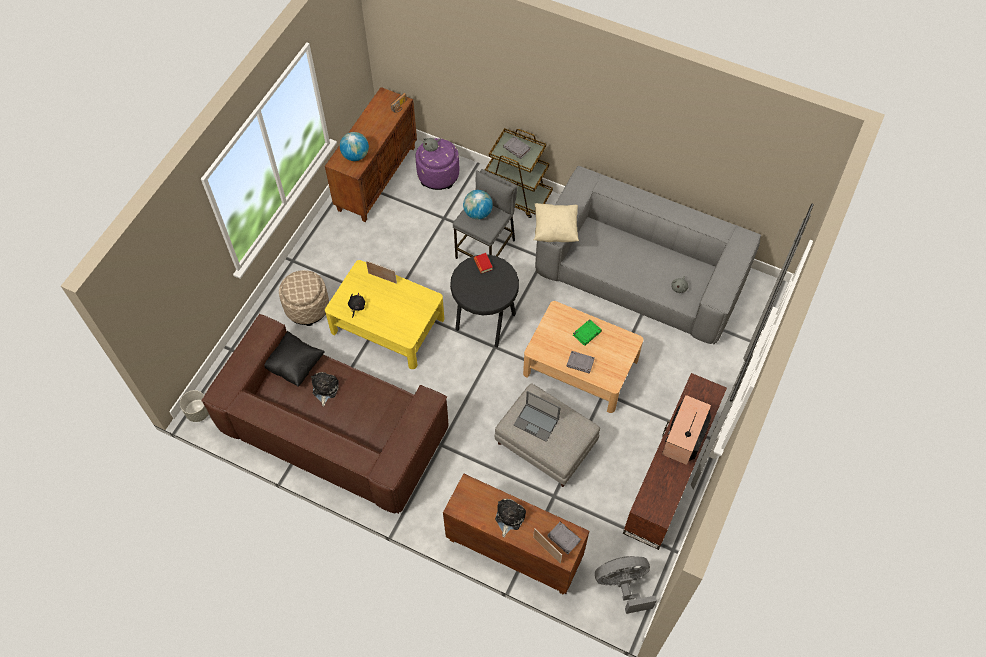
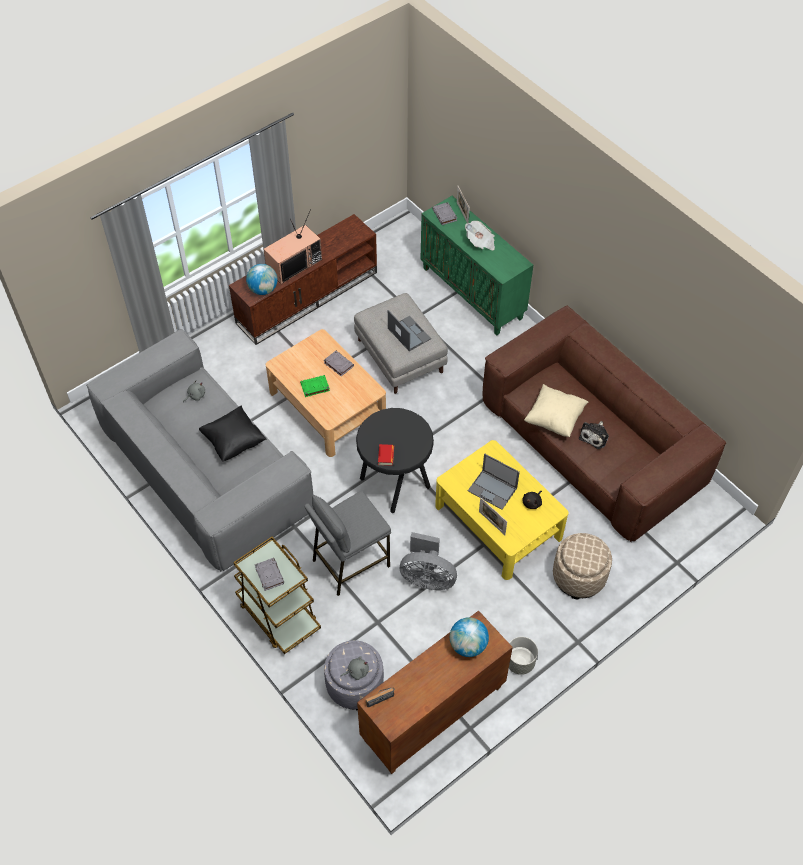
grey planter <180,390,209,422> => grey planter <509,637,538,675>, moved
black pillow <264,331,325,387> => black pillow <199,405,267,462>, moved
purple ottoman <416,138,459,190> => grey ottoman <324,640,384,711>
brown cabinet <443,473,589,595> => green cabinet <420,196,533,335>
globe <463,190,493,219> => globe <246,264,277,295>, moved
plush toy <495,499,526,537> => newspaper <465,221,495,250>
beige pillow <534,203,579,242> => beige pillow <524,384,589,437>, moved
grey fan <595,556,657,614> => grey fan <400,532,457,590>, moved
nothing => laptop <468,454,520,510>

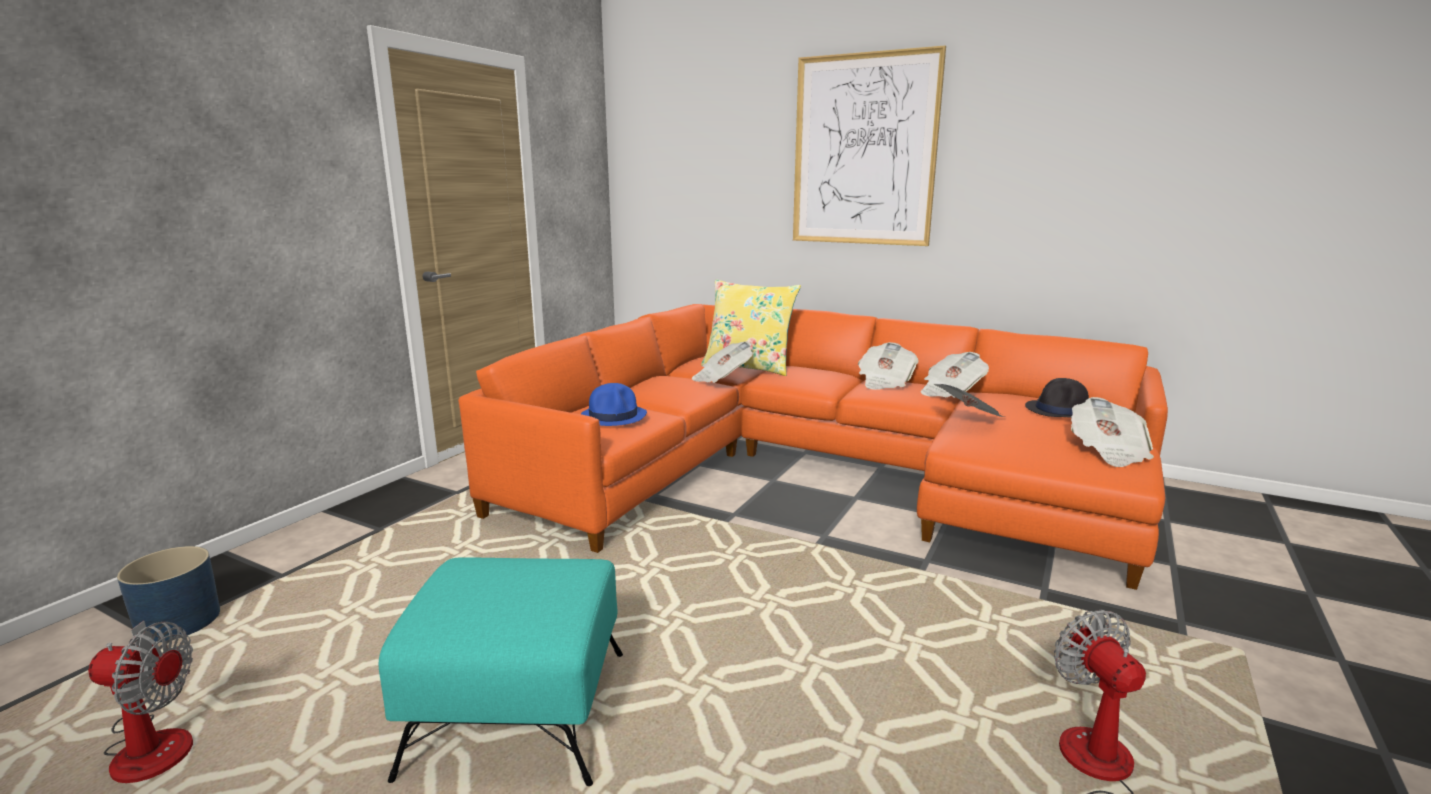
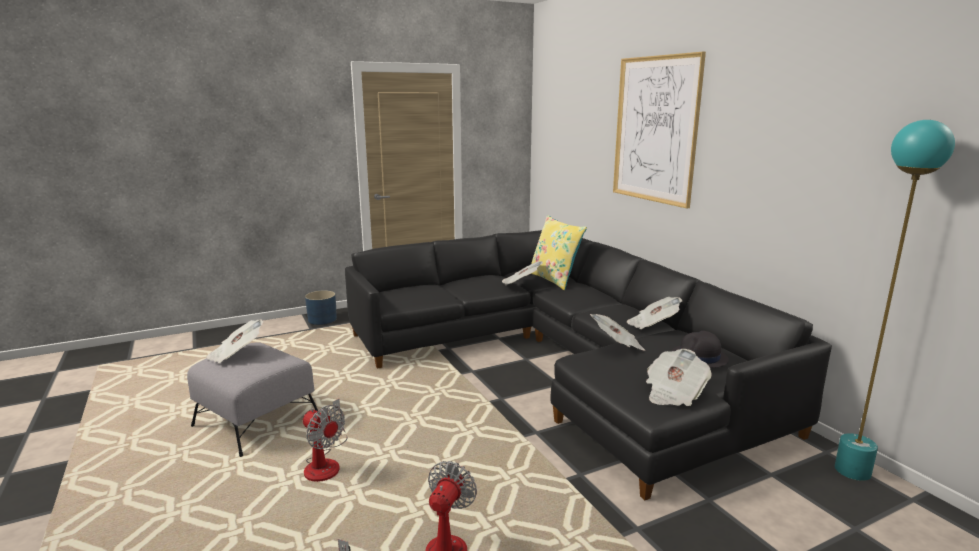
fan <88,621,193,783> => fan <303,399,348,482>, moved
blue planter <117,546,220,642> => blue planter <305,290,337,325>, moved
turquoise ottoman <379,557,623,786> => grey ottoman <187,342,318,457>
orange sofa <458,304,1168,590> => black sofa <345,230,832,500>
blue hat <581,383,647,426> => nothing
newspaper <858,342,919,390> => newspaper <206,320,264,363>, moved
nothing => turquoise floor lamp <835,120,955,481>

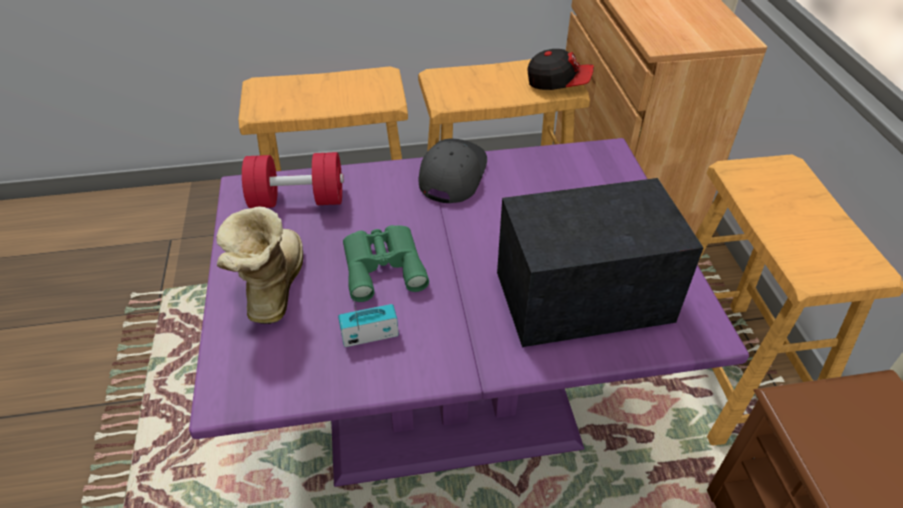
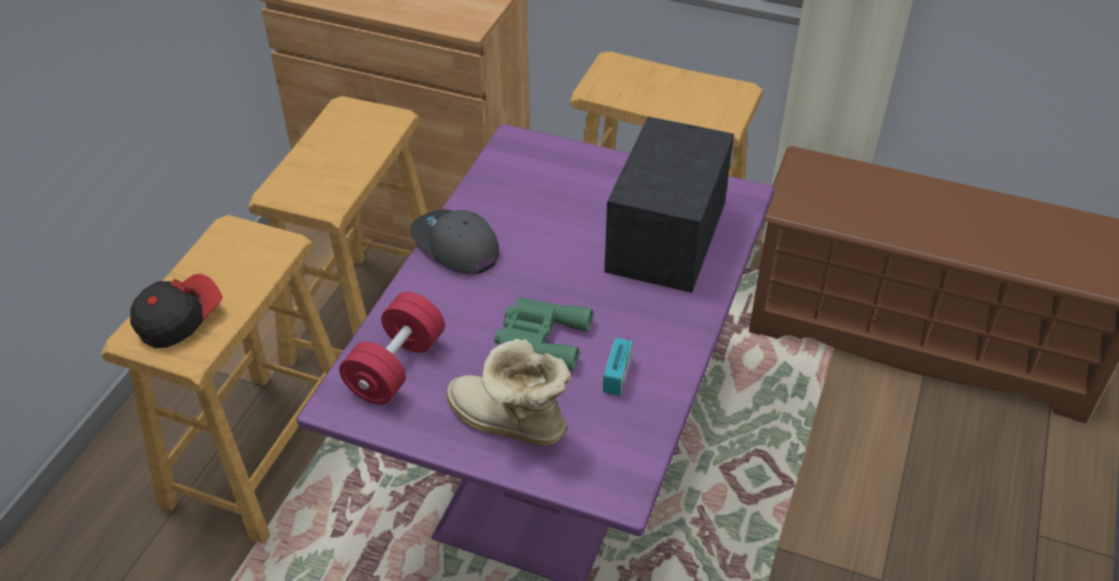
cap <528,49,594,90> => cap <130,274,222,348>, moved

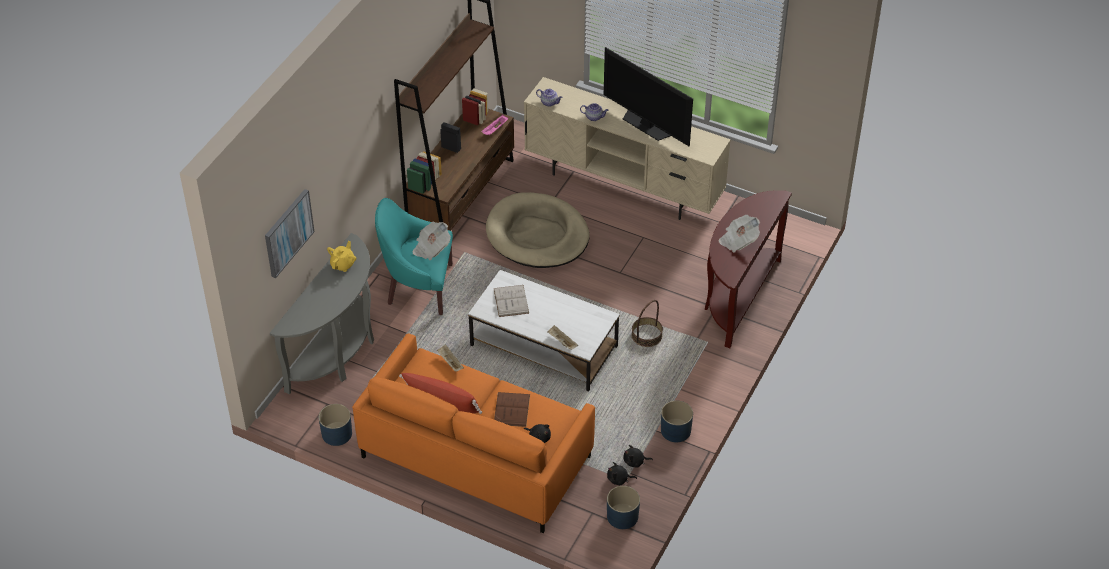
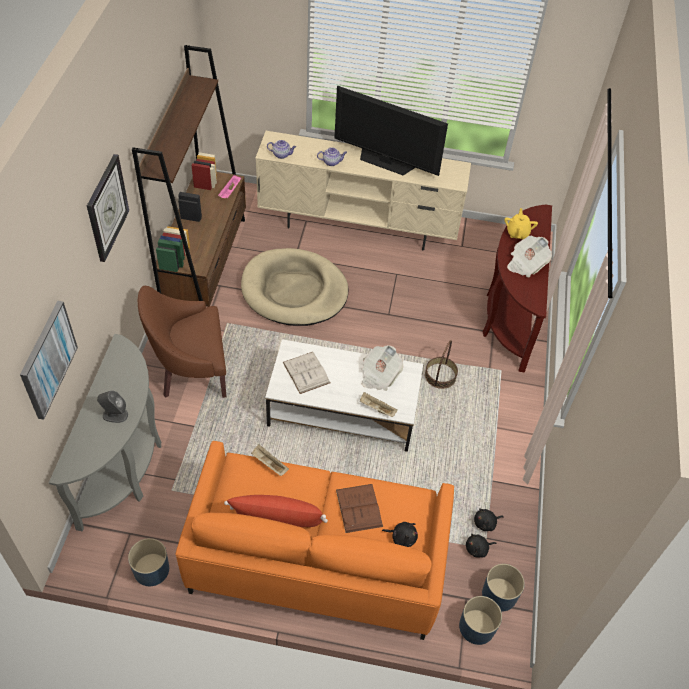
yellow teapot <327,241,356,272> => yellow teapot <504,208,538,239>, moved
turquoise armchair <375,198,453,315> => brown armchair <138,286,226,398>
newspaper <413,222,451,260> => newspaper <362,345,403,391>, moved
blue planter <661,400,693,442> => blue planter <459,596,502,645>, moved
nothing => wall clock <87,154,129,262>
nothing => grey speaker <97,390,128,423>

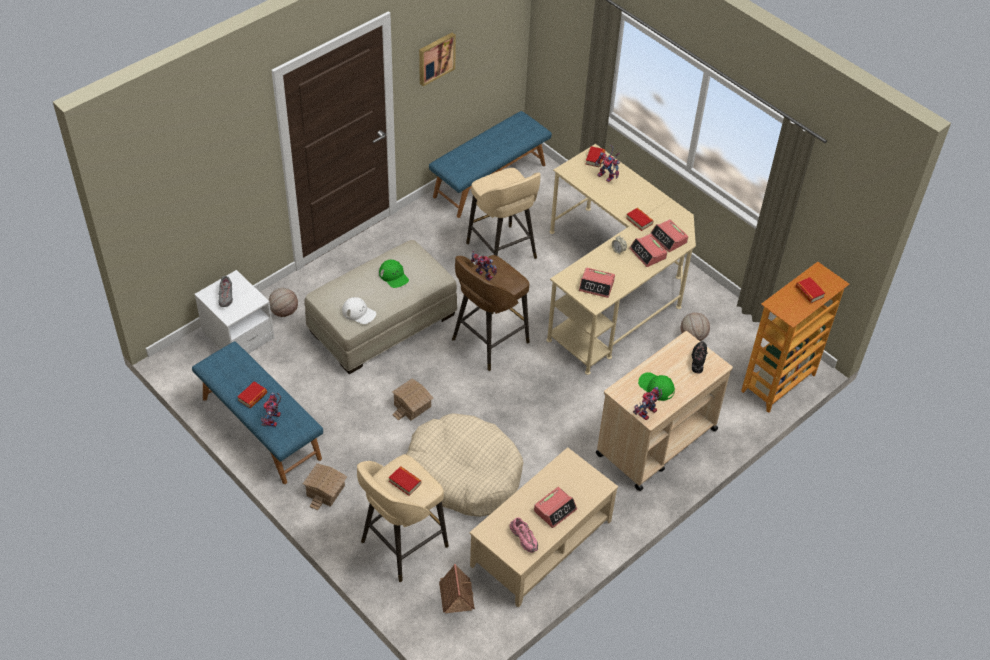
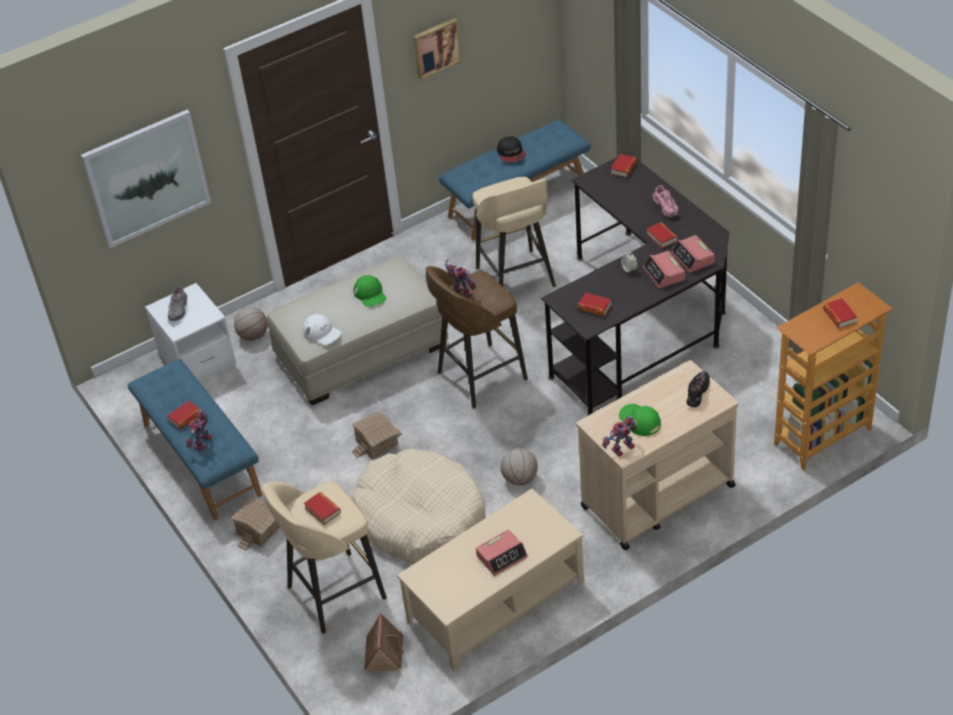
pink shoe <510,517,538,553> => pink shoe <653,185,679,217>, moved
beige desk <546,144,696,375> => black desk <541,152,730,416>
alarm clock <579,267,615,298> => book <578,293,611,316>
toy robot <595,145,620,182> => nothing
basketball <681,313,710,341> => basketball <501,448,538,485>, moved
nothing => picture <81,110,211,248>
nothing => cap <497,136,526,162>

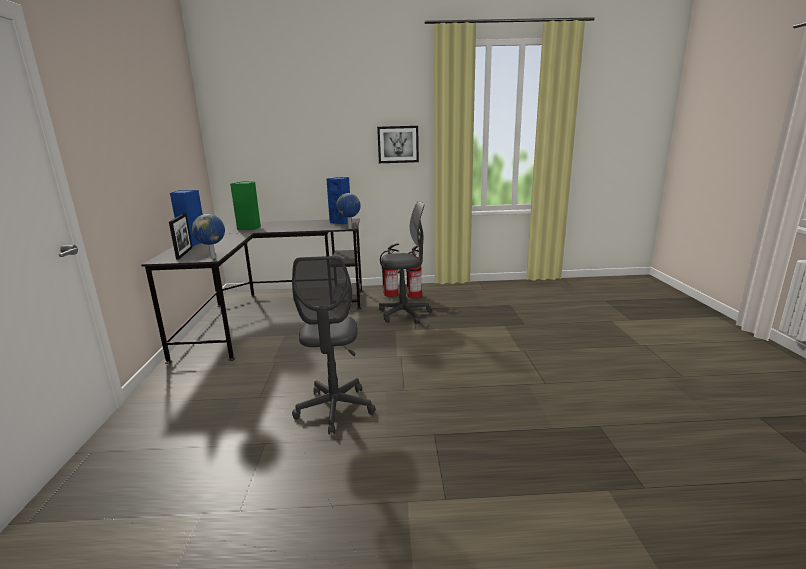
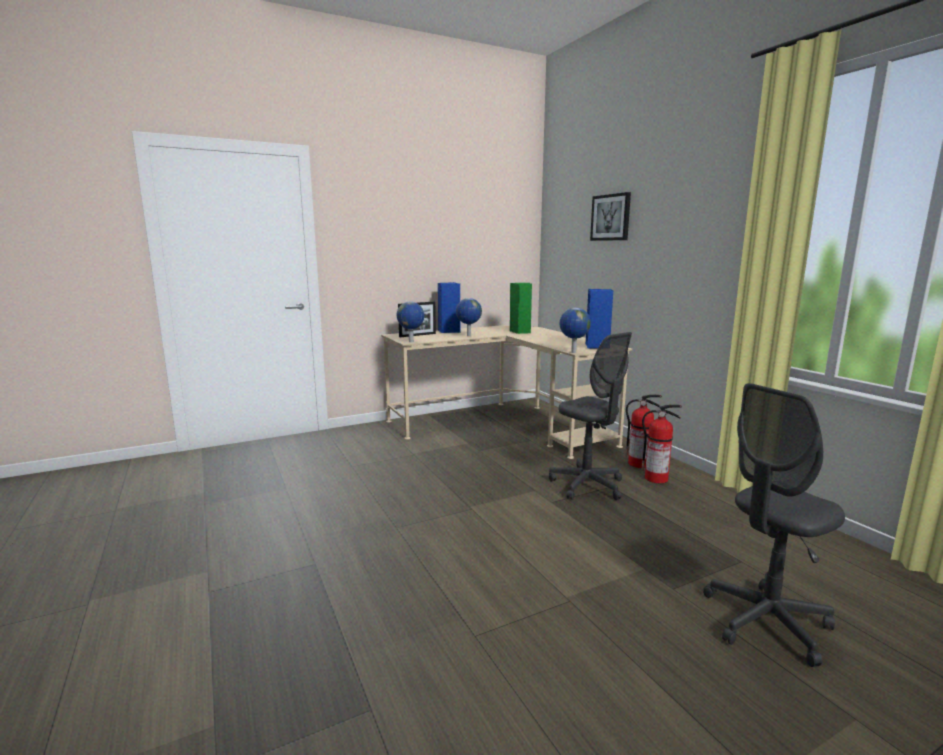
black desk <141,219,363,364> => beige desk <381,325,632,459>
grey office chair <292,256,376,435> => grey office chair <703,383,845,667>, moved
picture <377,126,419,163> => picture <590,192,631,241>, moved
nothing => globe <456,298,482,336>

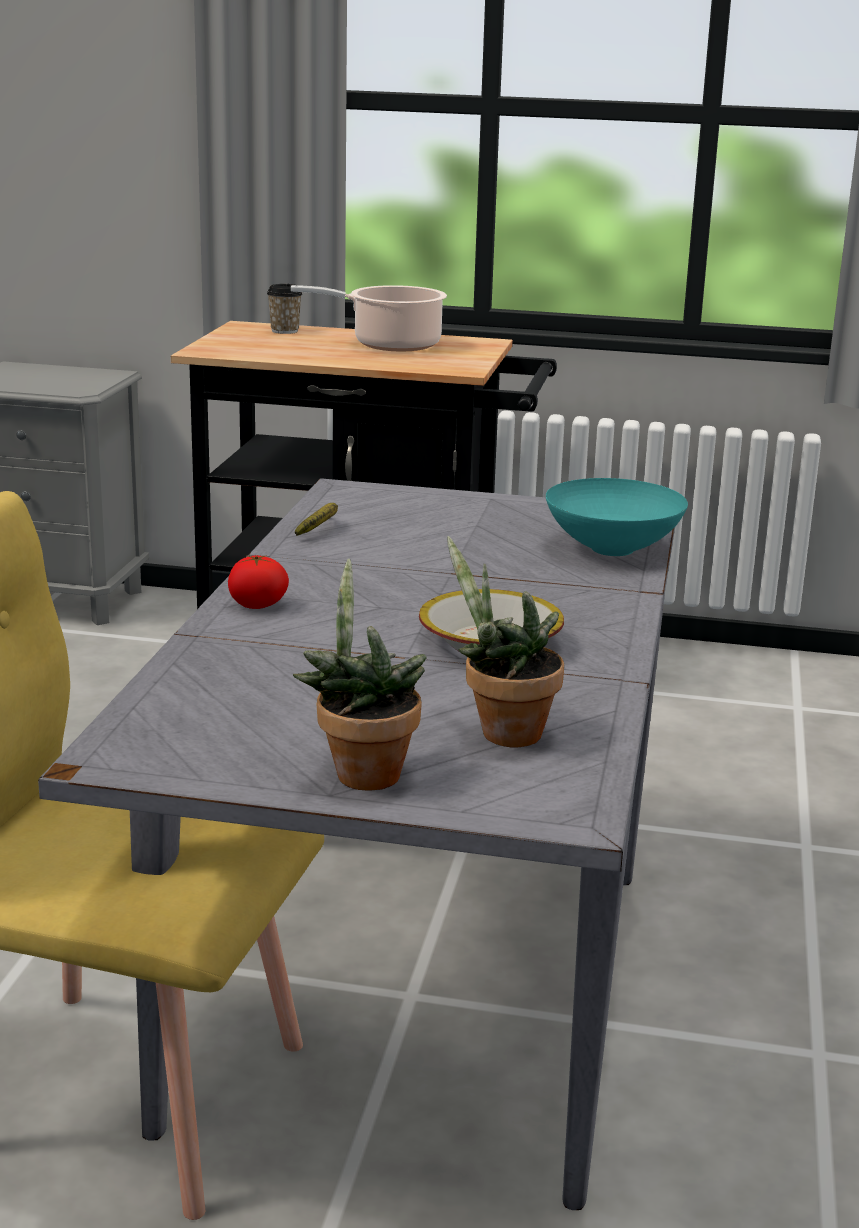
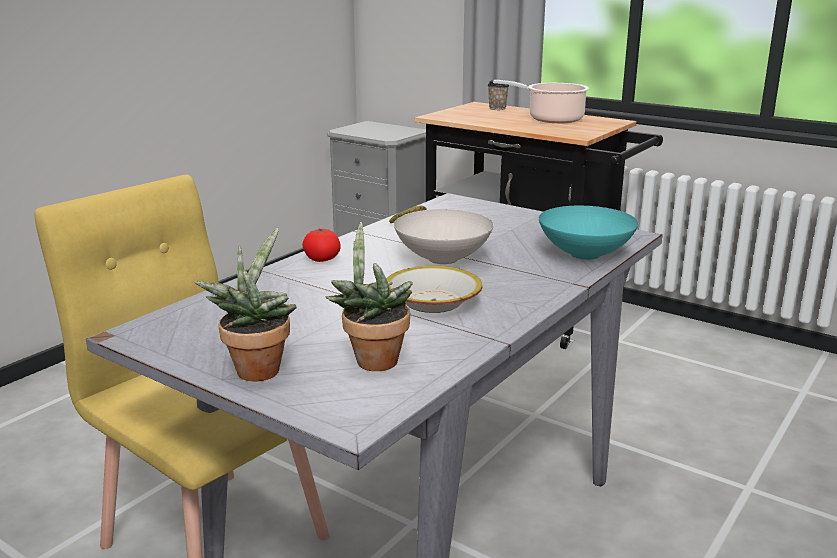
nothing => white bowl <394,209,494,264>

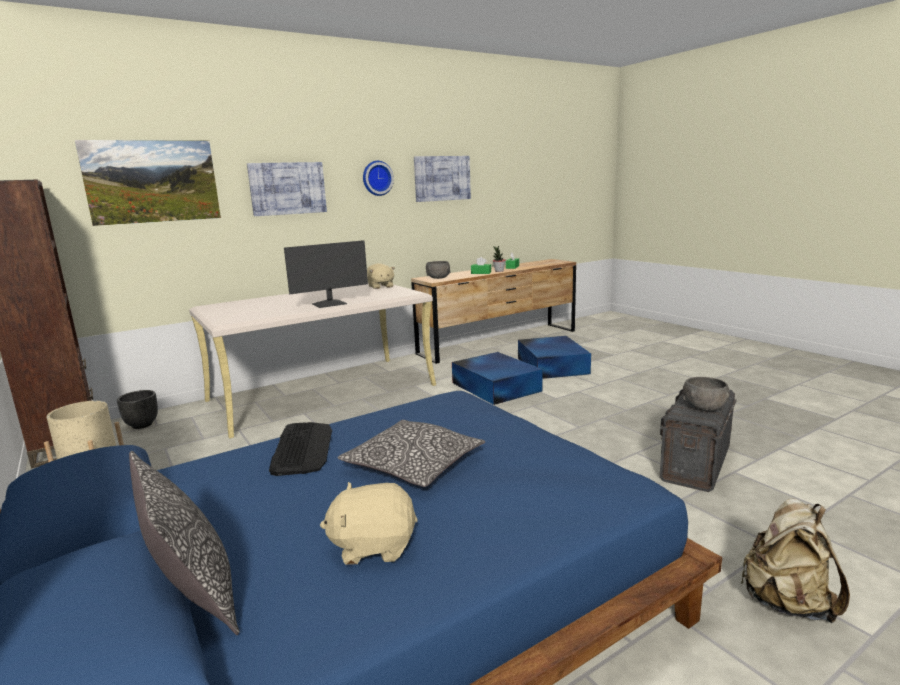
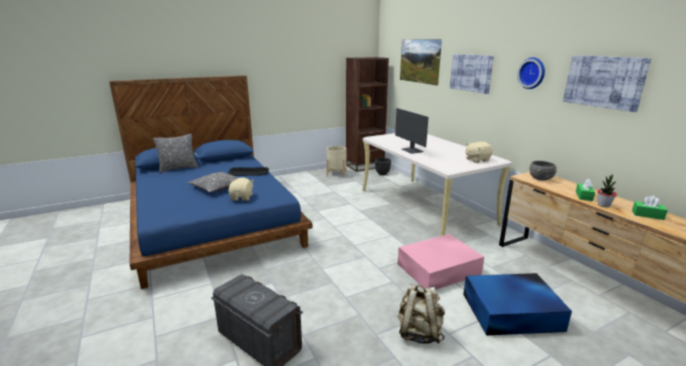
beige plush toy <320,482,418,565> => beige plush toy <228,178,254,201>, moved
blue storage box <452,352,543,405> => pink storage box <398,234,484,289>
grey bowl <683,377,729,411> => nothing
beige backpack <740,498,850,623> => beige backpack <397,283,445,344>, moved

